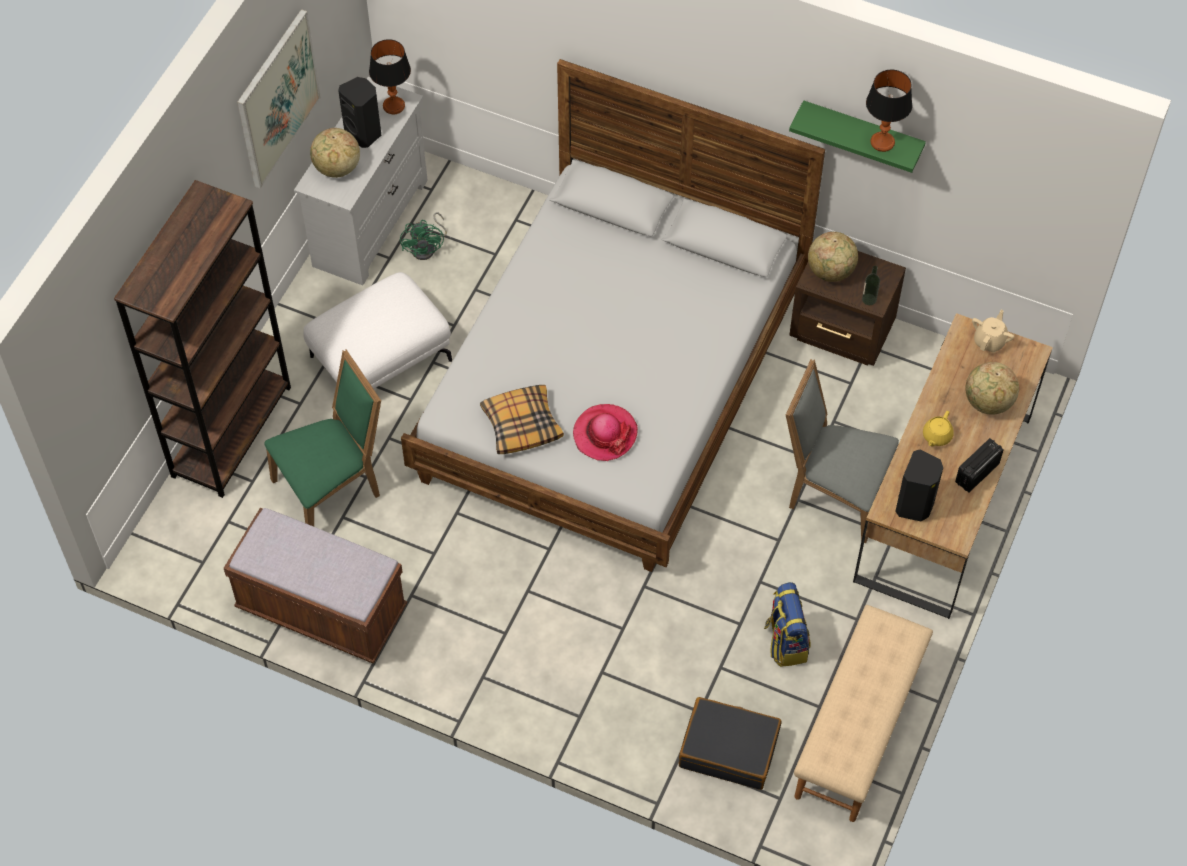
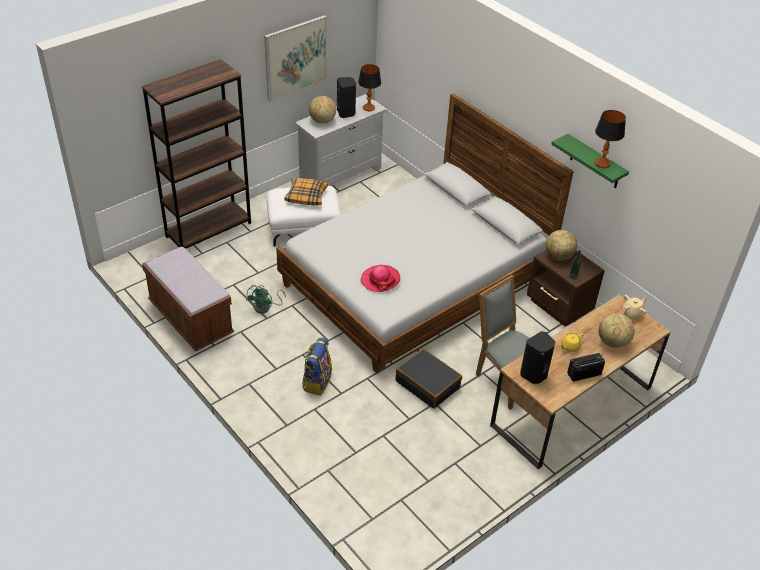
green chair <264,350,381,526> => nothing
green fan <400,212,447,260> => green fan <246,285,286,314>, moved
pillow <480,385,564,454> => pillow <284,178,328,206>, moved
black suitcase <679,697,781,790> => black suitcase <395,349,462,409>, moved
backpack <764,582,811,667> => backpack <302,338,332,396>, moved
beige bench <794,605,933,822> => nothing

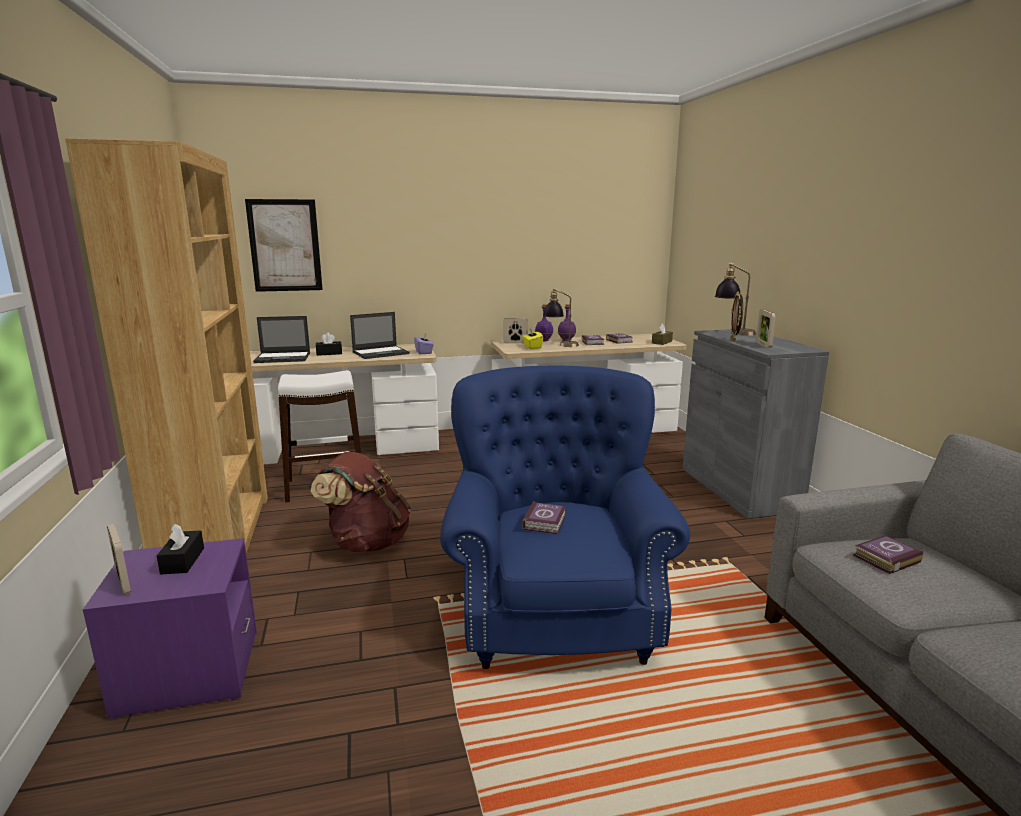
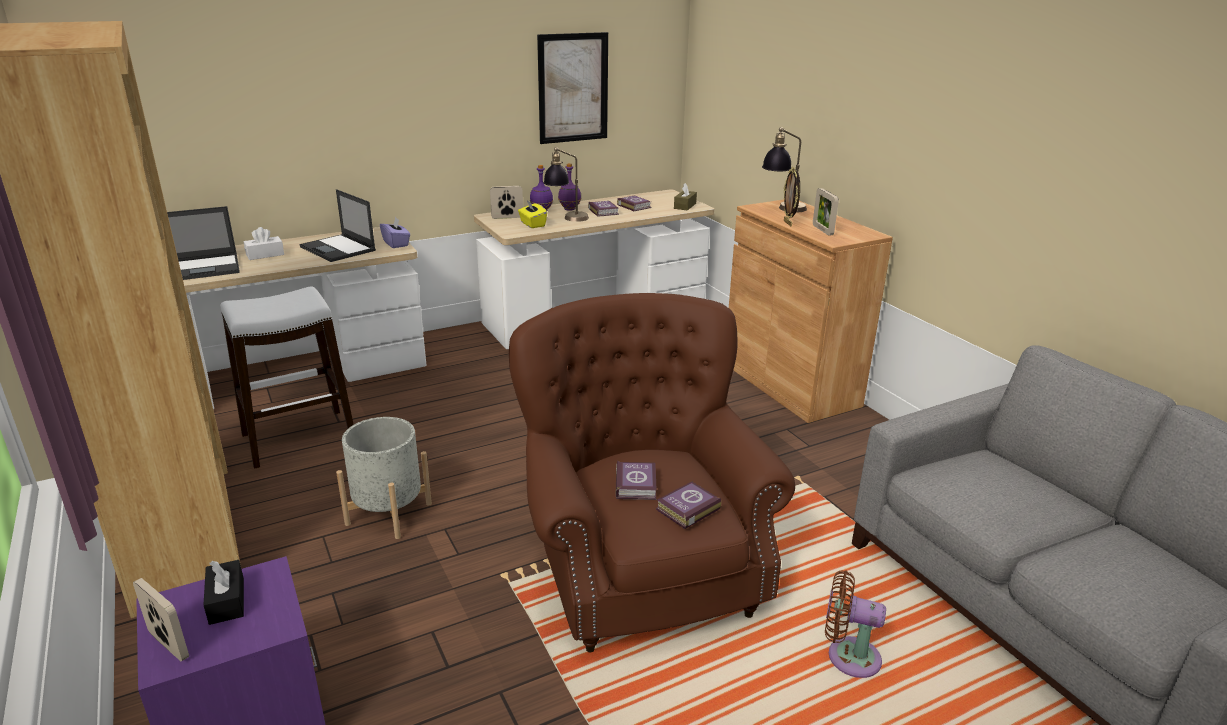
picture <245,199,323,292> => picture <537,32,608,144>, moved
brown backpack <310,452,411,552> => grey planter <336,417,432,539>
black tissue box <316,333,342,356> => white tissue box <244,227,284,260>
laptop <350,312,410,359> => laptop <300,189,376,262>, 90 degrees clockwise
blue armchair <440,366,690,669> => brown armchair <509,293,795,653>
grey cabinet <683,329,829,519> => brown cabinet <729,200,893,423>
book <853,535,923,574> => book <656,481,721,529>, moved
nothing => brown fan <825,570,886,678>

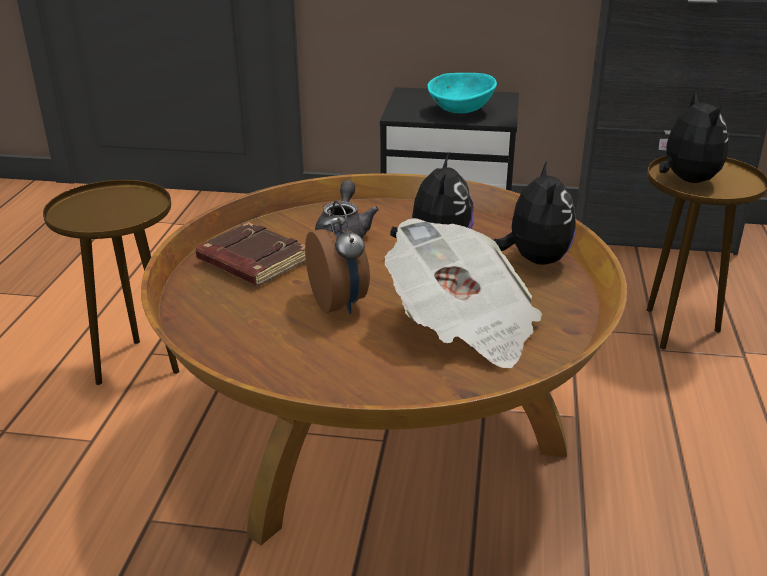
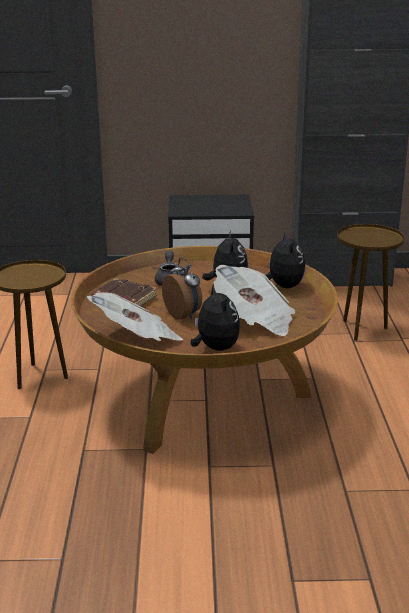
turquoise bowl <428,73,497,113> => nothing
plush toy <659,91,728,183> => plush toy <191,284,240,351>, moved
nothing => newspaper <87,292,183,341>

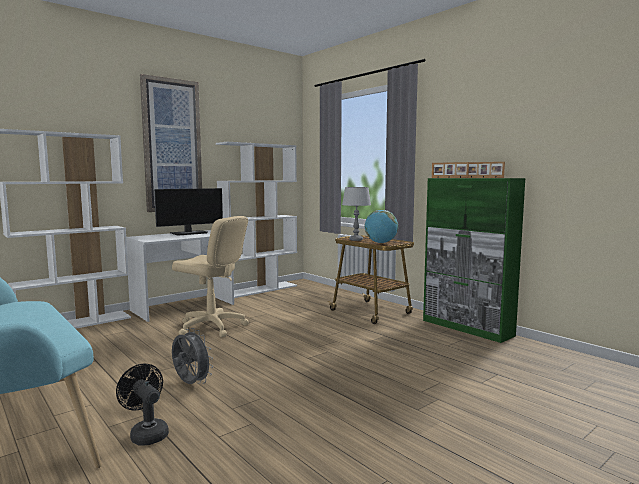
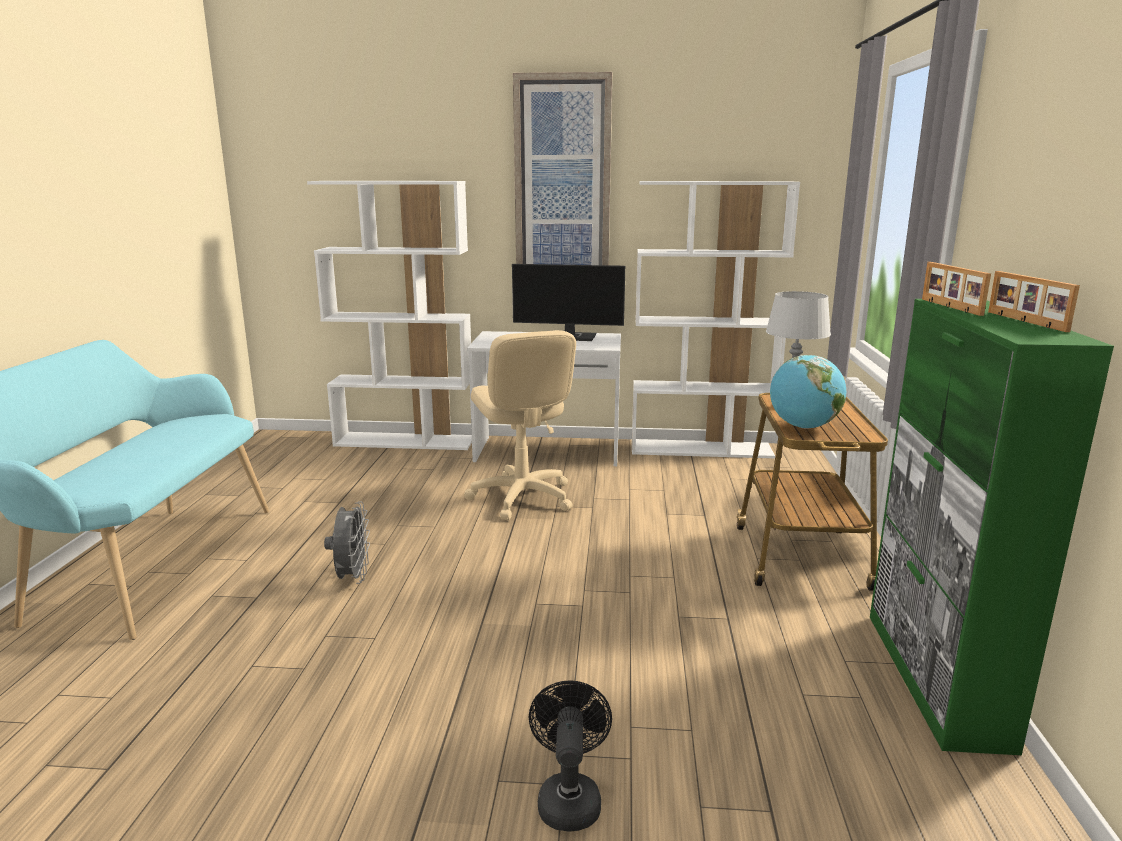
black fan <116,364,169,446> => black fan <529,680,612,831>, moved

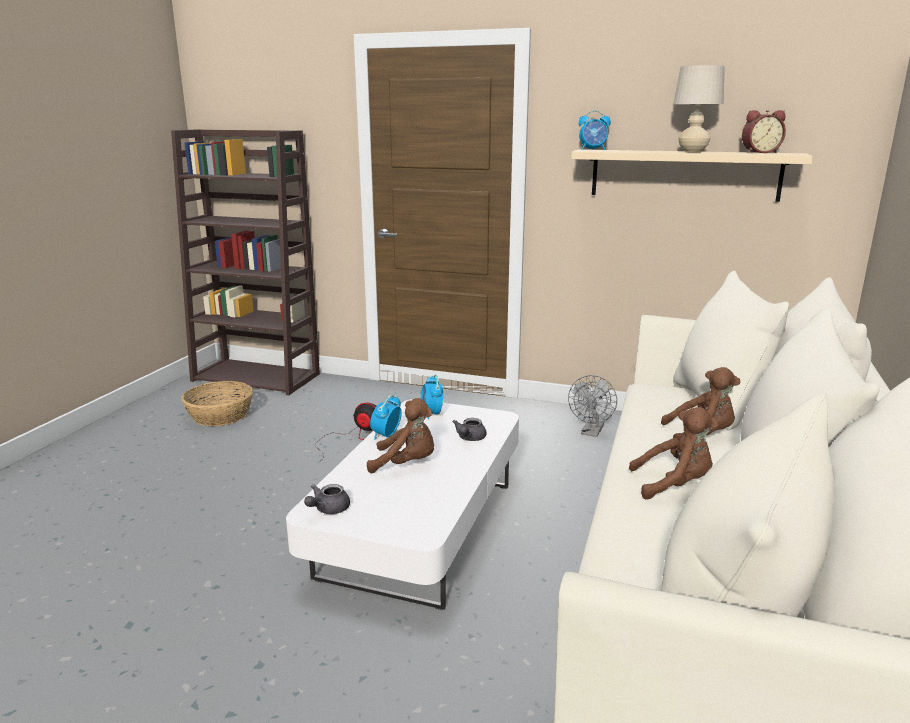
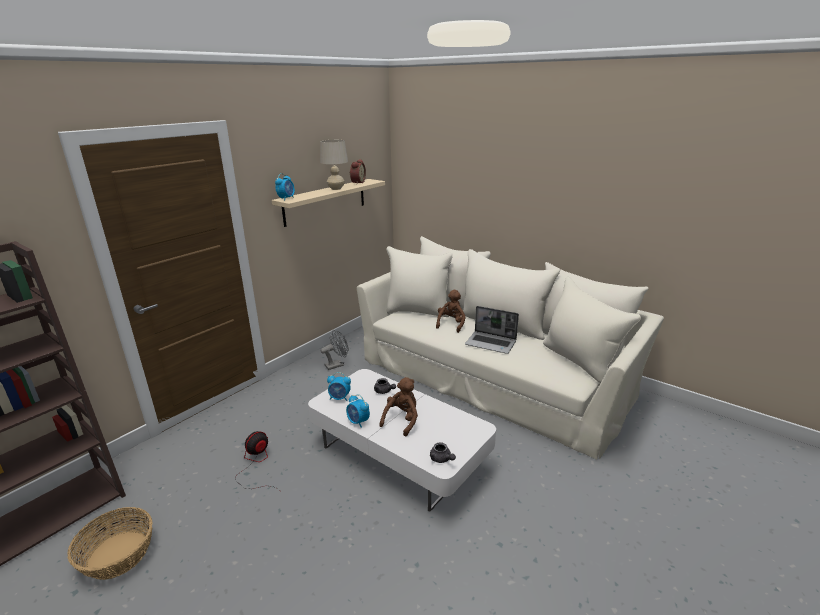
grey fan <568,375,617,437> => grey fan <321,330,348,370>, 75 degrees counterclockwise
brown plush toy <629,407,718,500> => laptop <465,306,519,354>

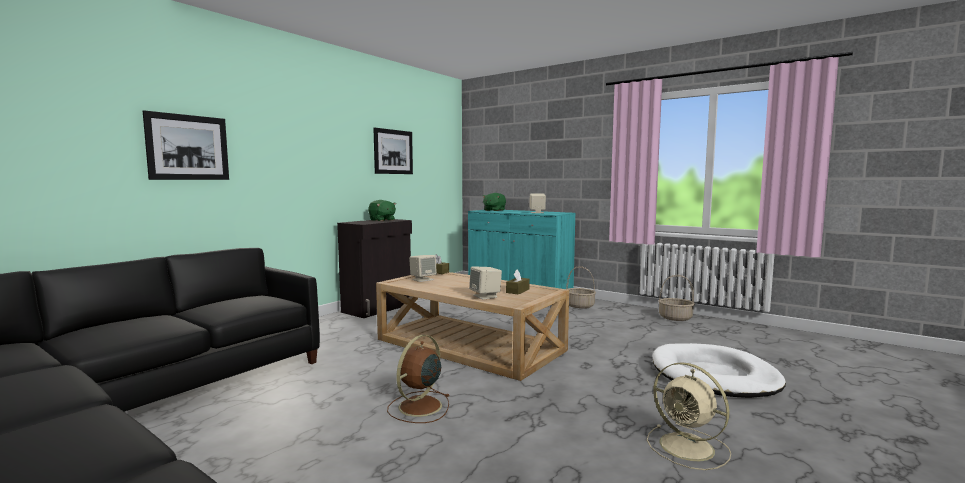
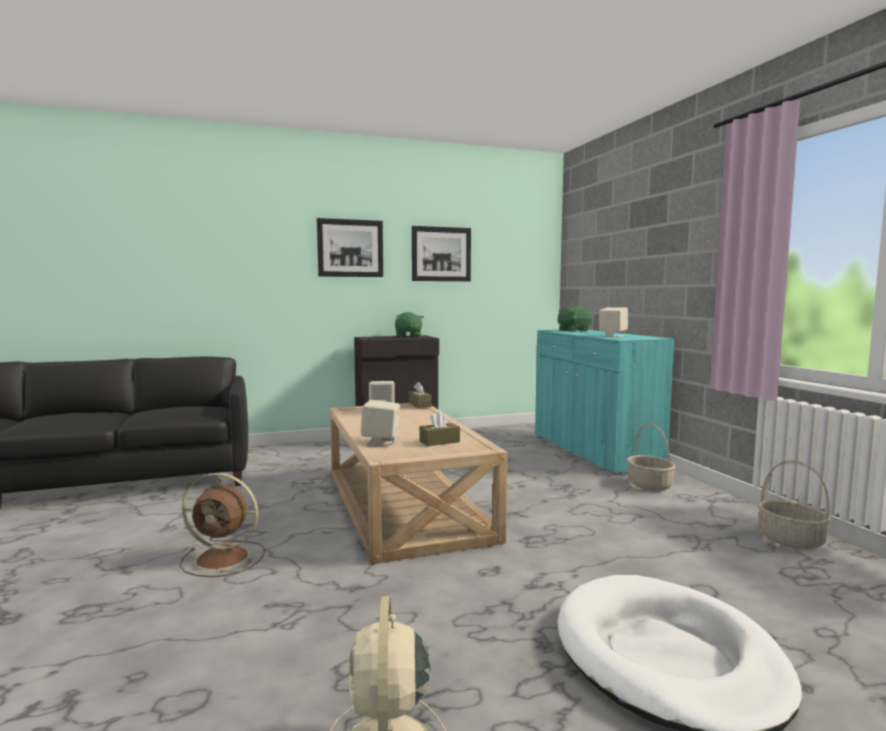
picture <143,111,229,180> => picture <317,218,383,277>, moved
brown fan <387,335,450,423> => brown fan <180,473,265,577>, 150 degrees counterclockwise

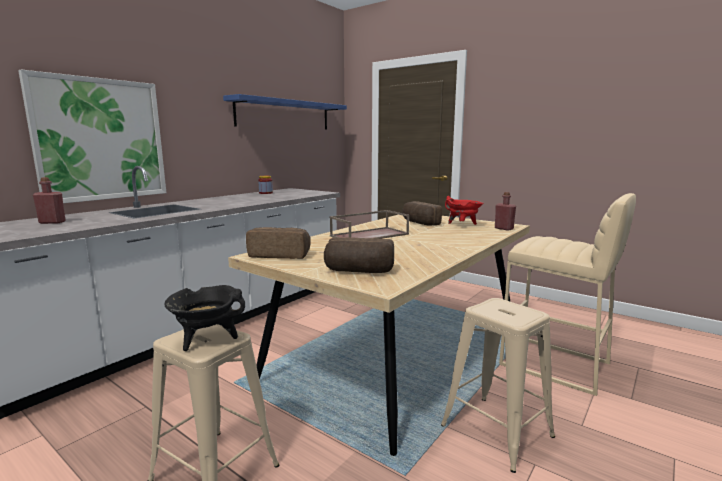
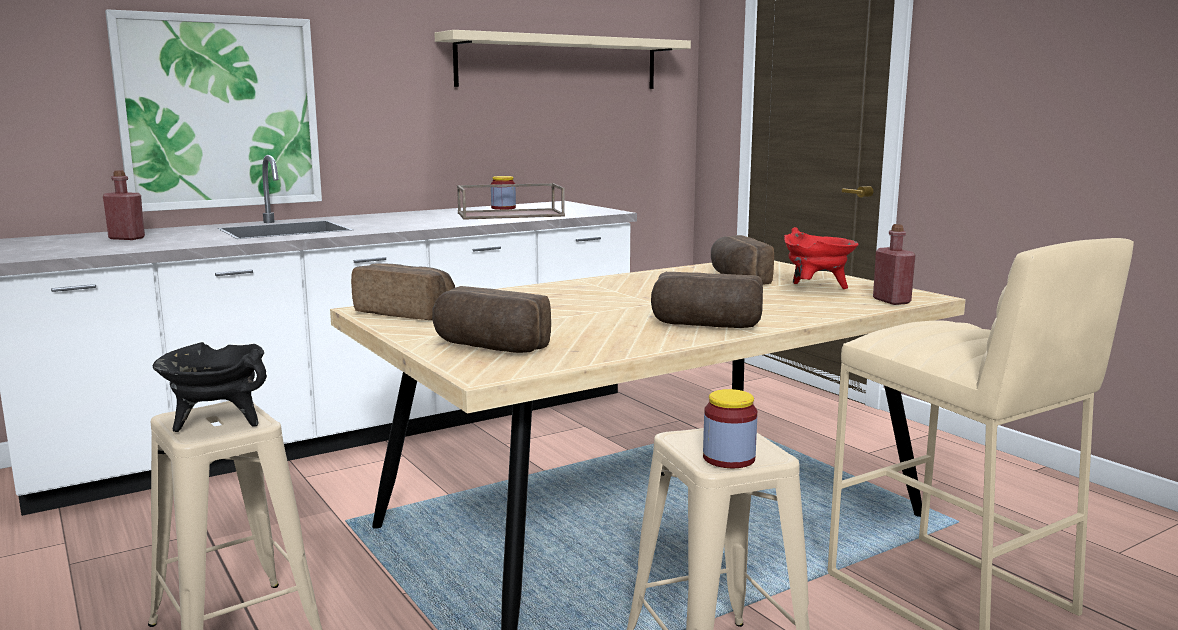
blue shelf <223,94,347,130> => beige shelf <434,30,691,89>
brown tray <330,210,409,239> => brown tray <457,183,565,220>, moved
nothing => bread <651,272,763,328>
nothing => jar <703,389,757,468>

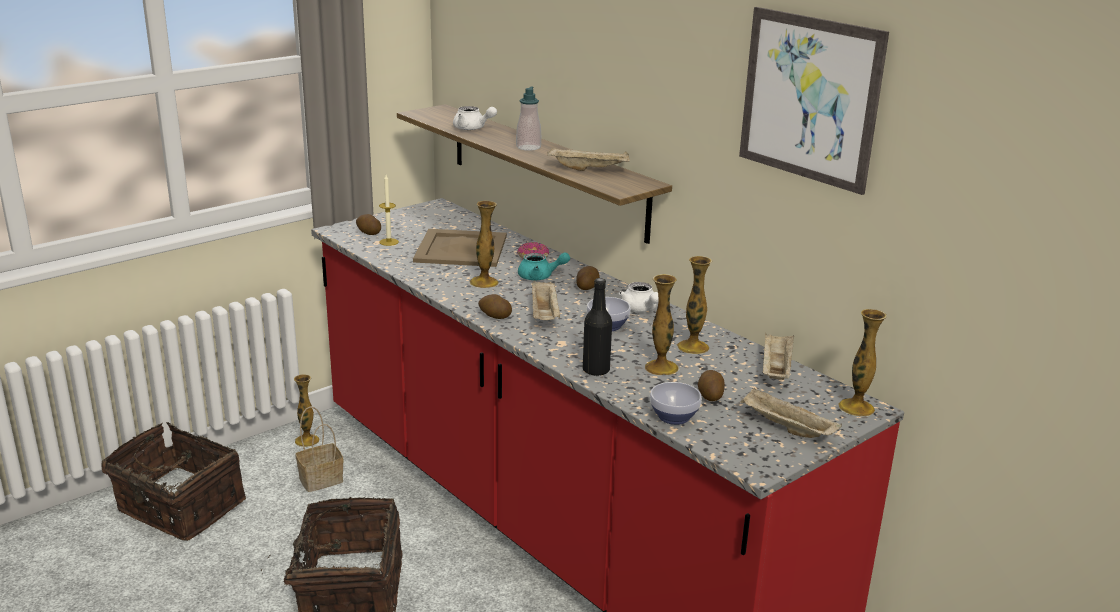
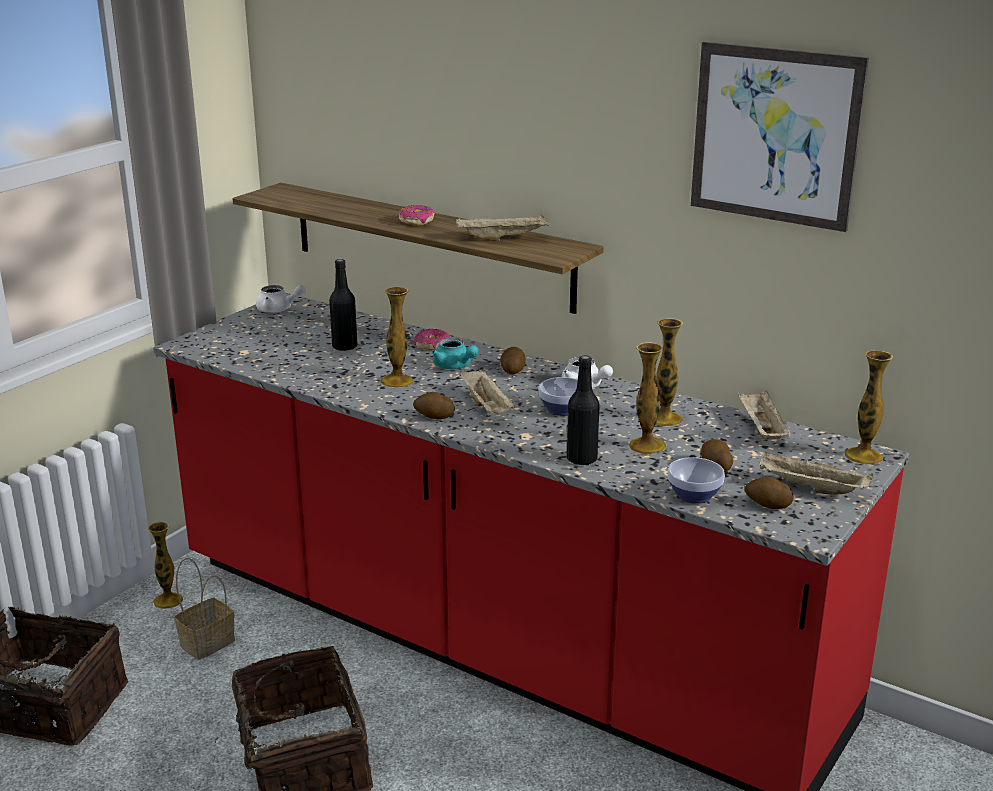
potato <356,214,381,235> => potato <745,477,794,509>, moved
candle <379,175,399,246> => nothing
beige tray <413,229,507,267> => black bottle <329,259,357,351>
white teapot <453,106,497,130> => white teapot <256,285,306,313>, moved
soap dispenser <516,86,541,151> => donut <399,205,435,226>
turquoise teapot <518,252,570,280> => turquoise teapot <432,338,479,369>, 60 degrees clockwise

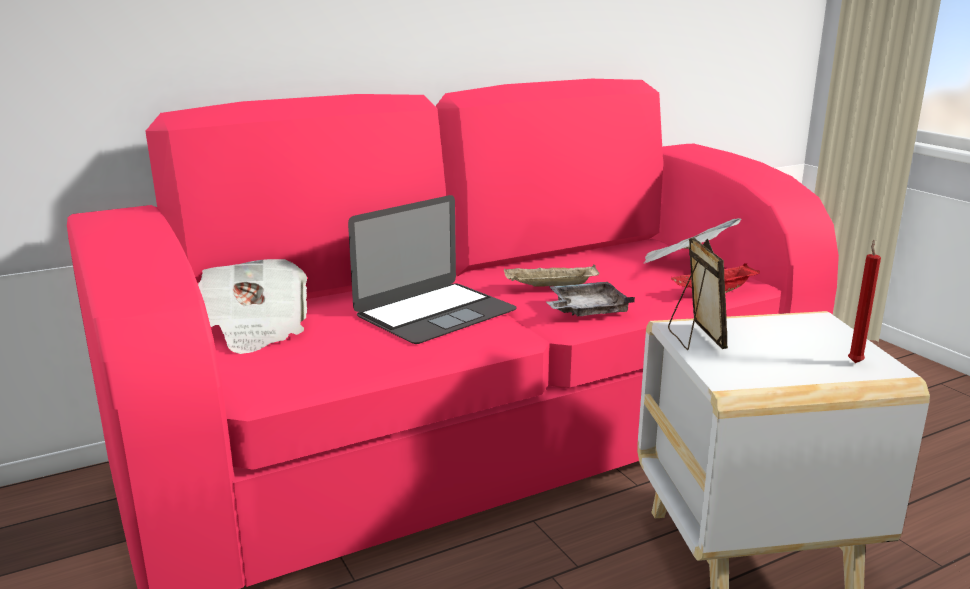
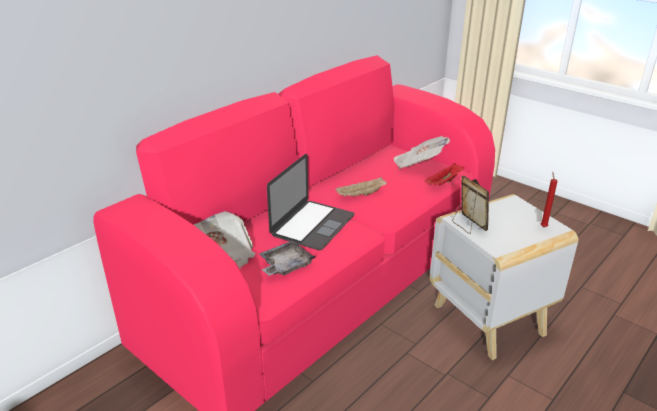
grey tray <546,282,635,316> => grey tray <259,240,315,276>, moved

